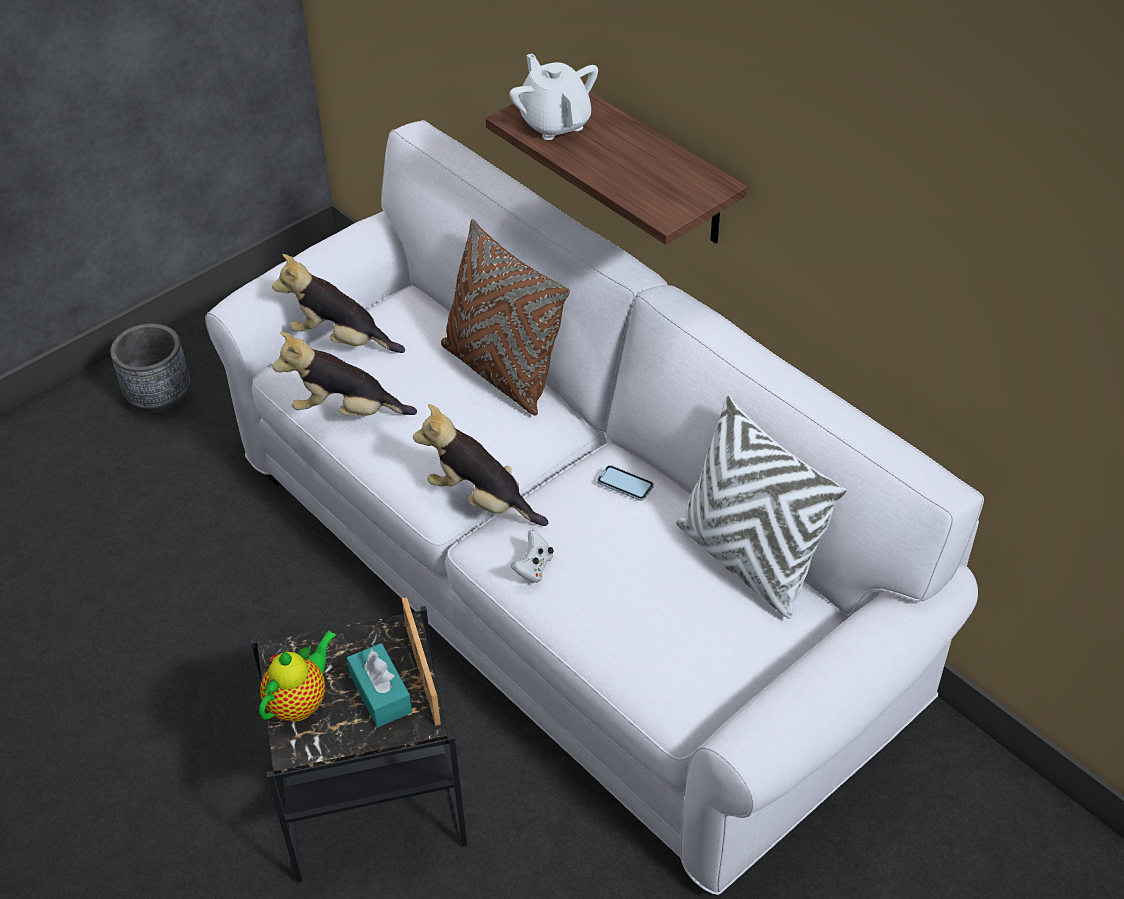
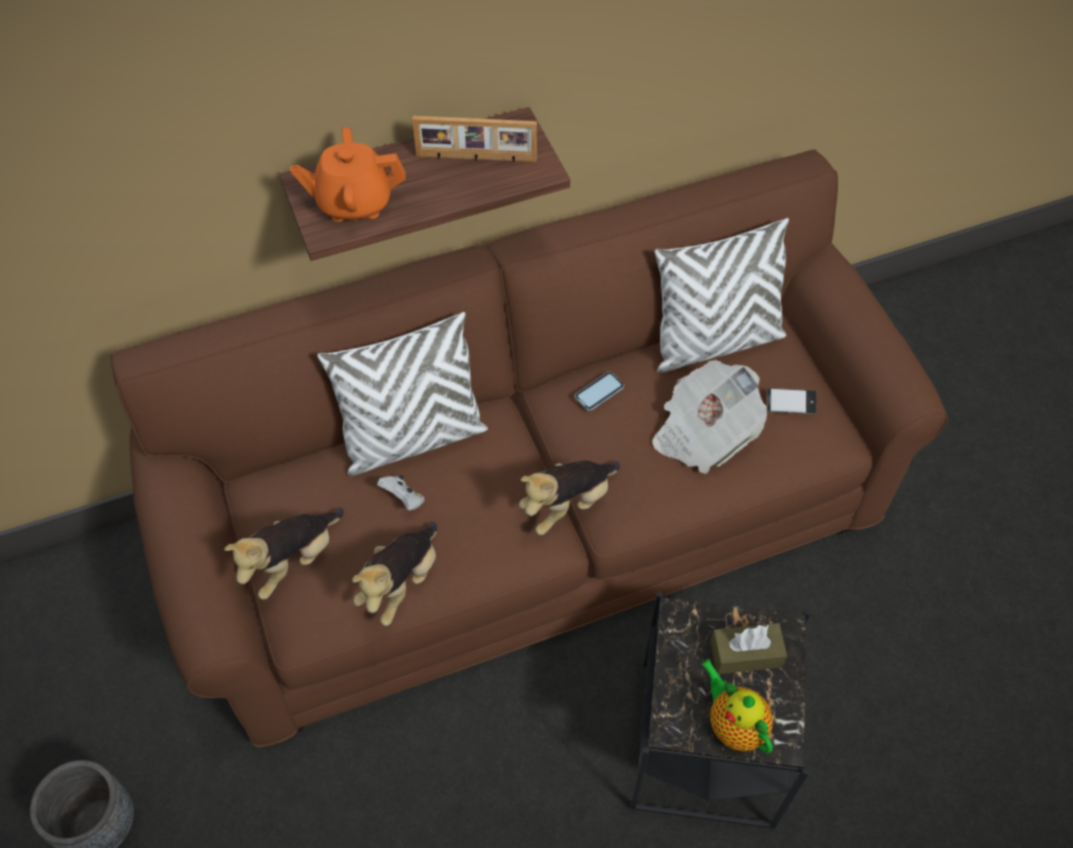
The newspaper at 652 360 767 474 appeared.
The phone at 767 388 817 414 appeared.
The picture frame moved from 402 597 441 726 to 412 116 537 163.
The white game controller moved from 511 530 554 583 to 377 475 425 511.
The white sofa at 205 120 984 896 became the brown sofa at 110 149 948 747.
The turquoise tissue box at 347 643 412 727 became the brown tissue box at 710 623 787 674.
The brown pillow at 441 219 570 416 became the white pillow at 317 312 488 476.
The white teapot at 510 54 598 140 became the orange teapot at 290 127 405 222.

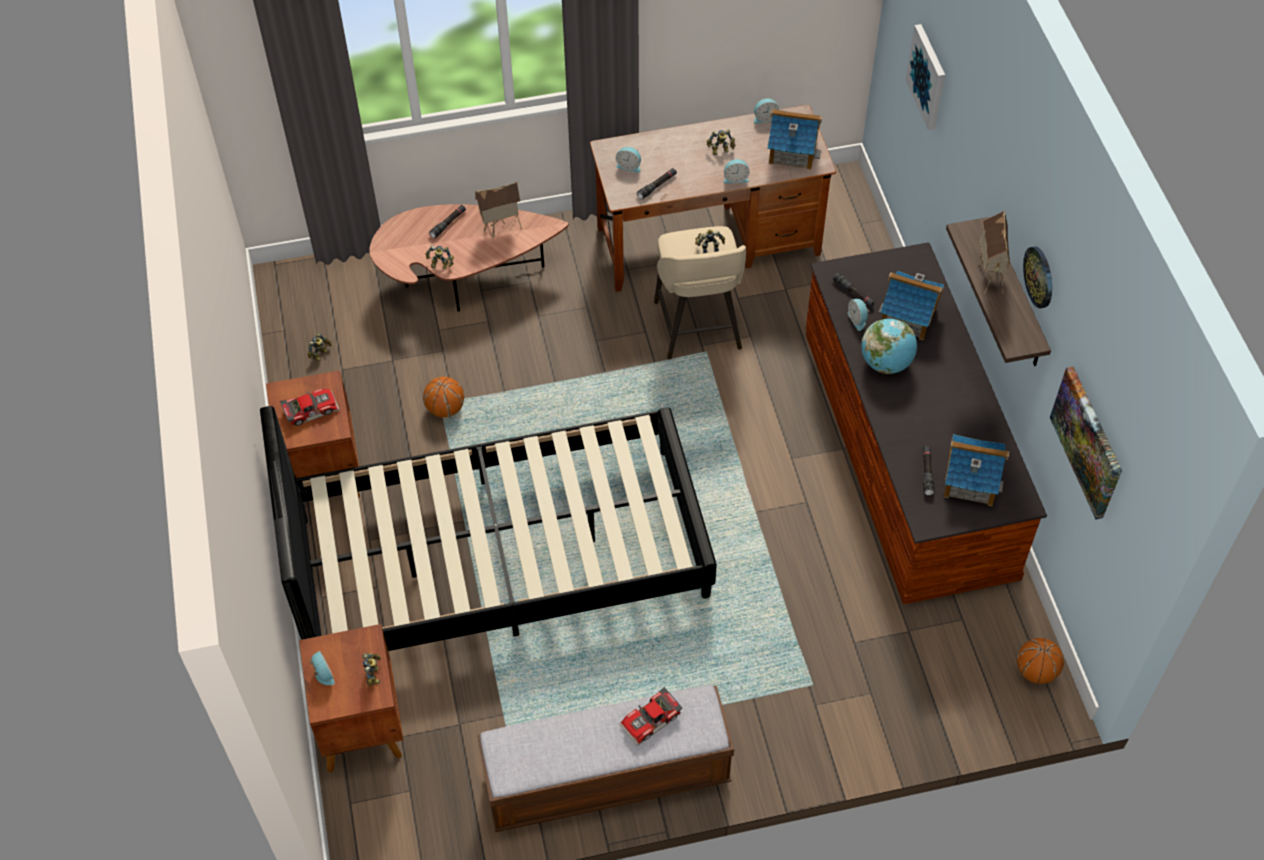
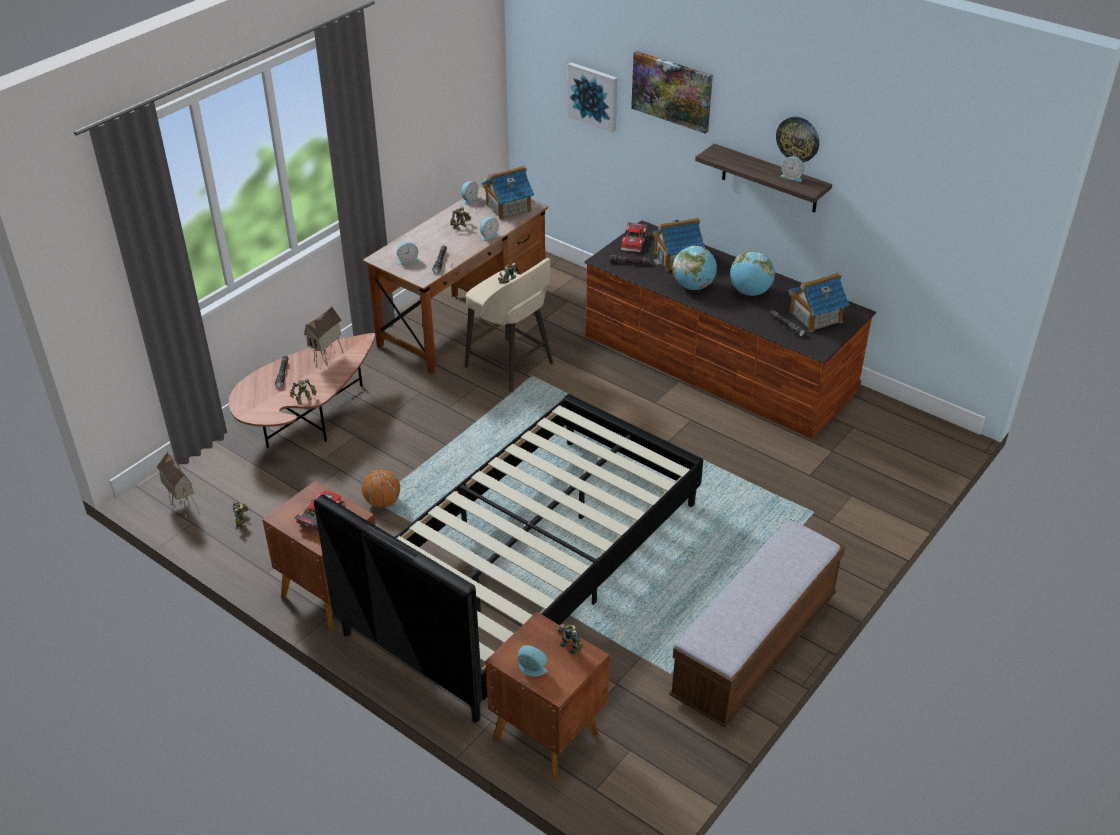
The basketball at 1017 638 1064 684 disappeared.
The globe at 730 251 775 296 appeared.
The toy car moved from 619 687 683 746 to 621 222 647 252.
The alarm clock moved from 847 299 869 331 to 780 156 804 182.
The toy house moved from 978 210 1010 294 to 156 451 199 518.
The picture moved from 1050 367 1122 520 to 631 51 713 134.

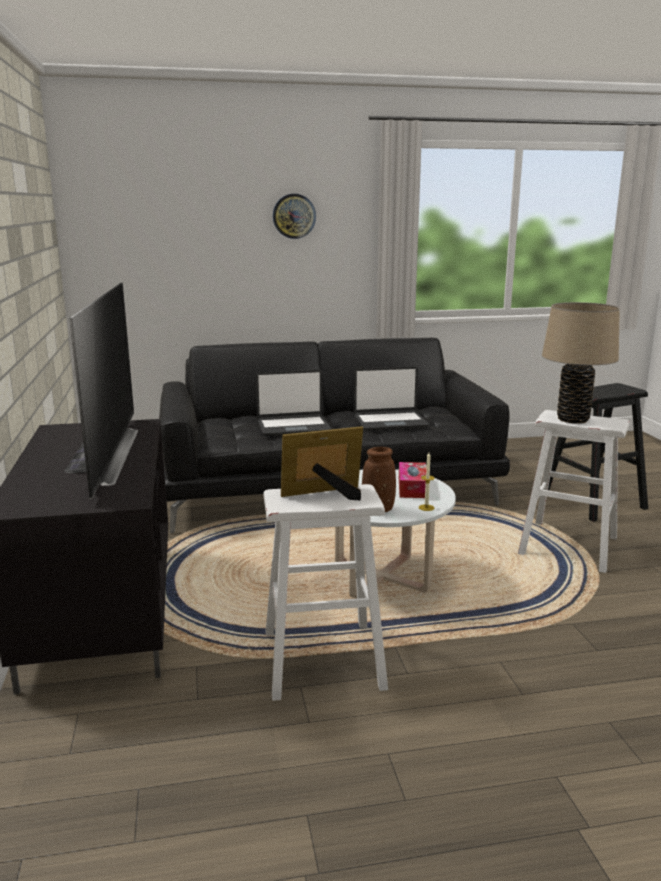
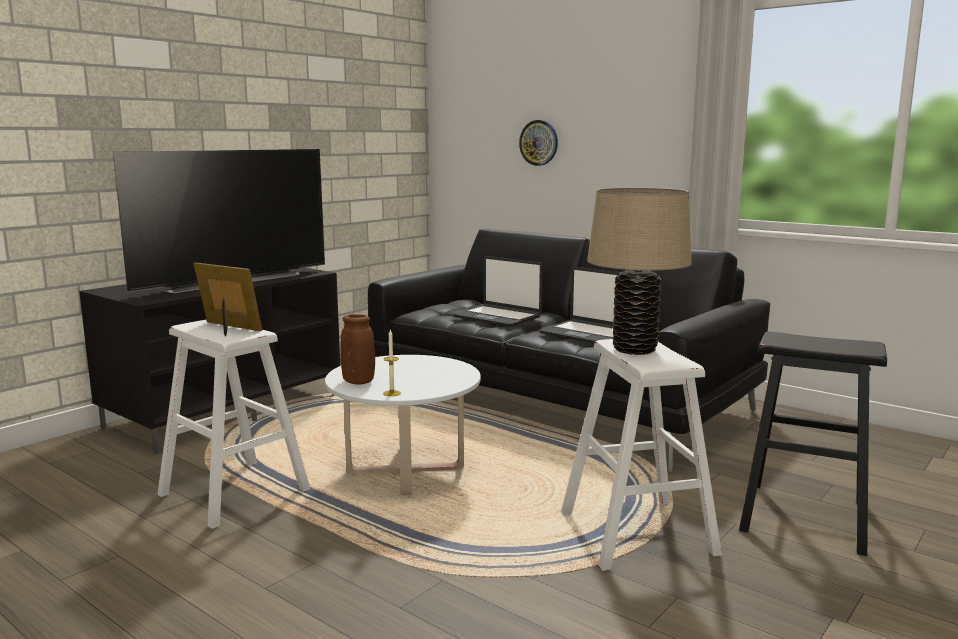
The tissue box at 399 462 427 498 disappeared.
The wall clock moved from 273 194 316 239 to 519 120 558 166.

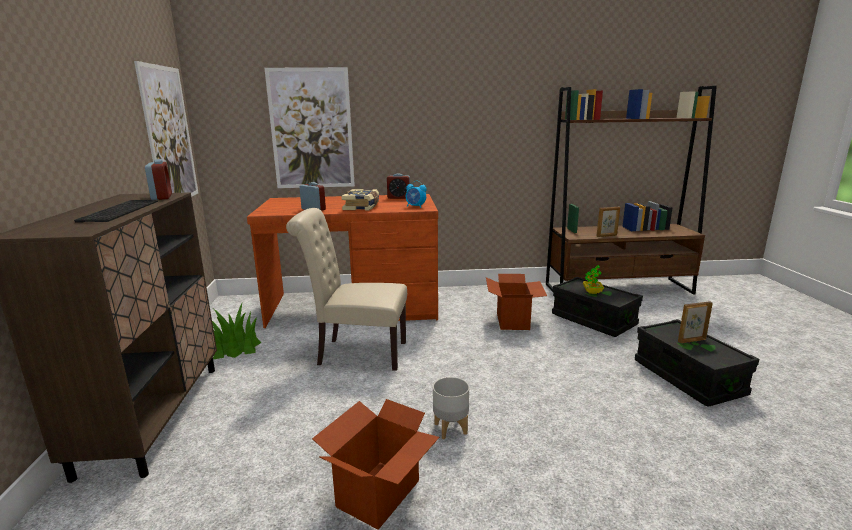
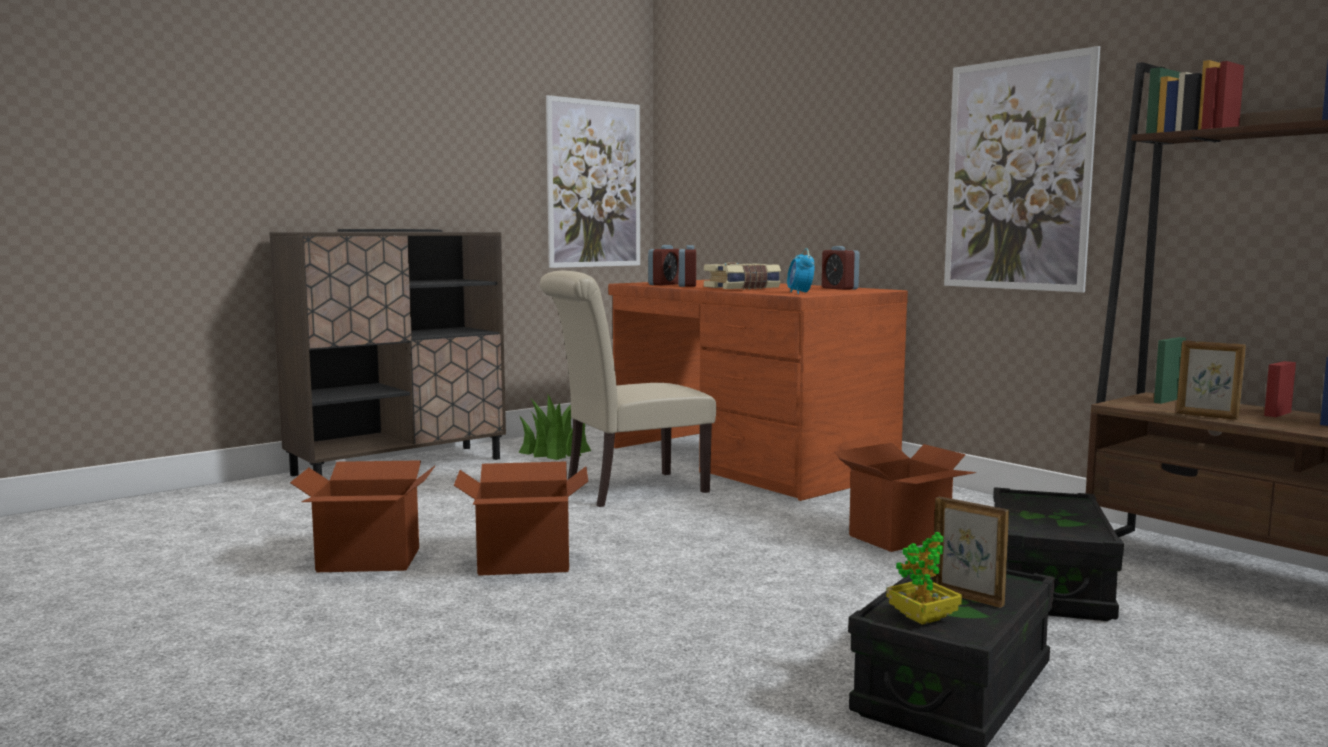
The alarm clock moved from 145 159 172 200 to 648 245 680 285.
The picture moved from 264 67 355 188 to 944 46 1100 292.
The potted plant moved from 583 265 604 294 to 886 532 962 625.
The grey planter at 433 377 469 439 was replaced by the cardboard box at 454 461 589 576.
The beige chair at 286 208 407 371 turned 90 degrees counterclockwise.

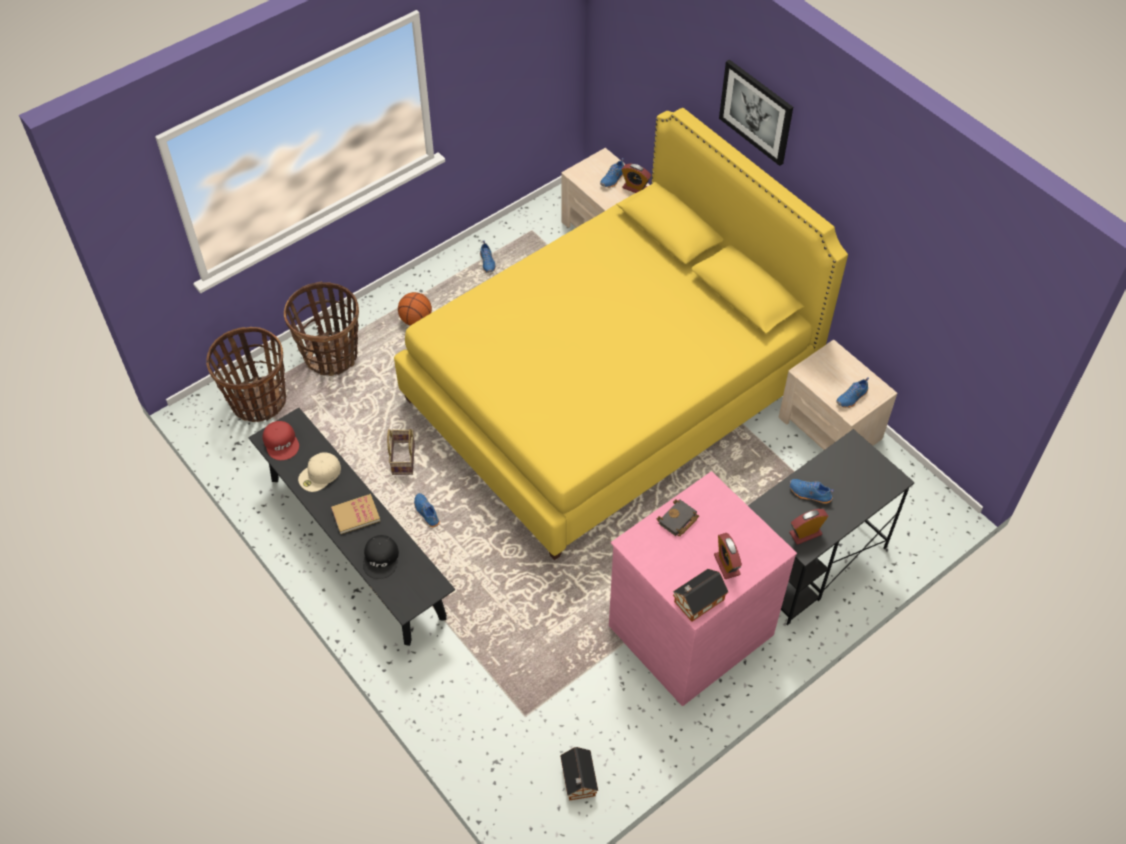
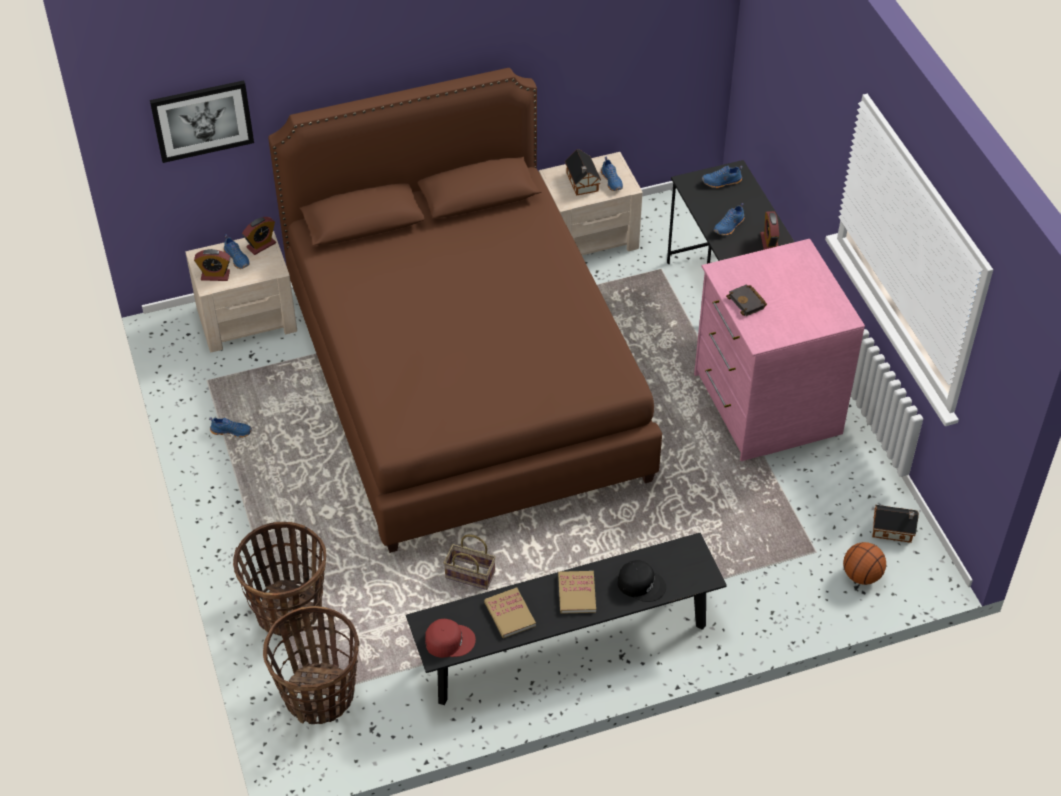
The basketball moved from 398 292 432 326 to 843 542 886 585.
The blue shoe moved from 414 493 440 527 to 702 166 743 188.
The toy house moved from 673 569 728 622 to 565 149 601 196.
The alarm clock moved from 714 533 742 579 to 194 249 231 281.
The picture moved from 719 59 793 166 to 150 80 254 163.
The beige cap at 298 452 341 492 was replaced by the book at 484 587 536 638.
The yellow bed at 394 108 848 560 became the brown bed at 268 68 662 553.

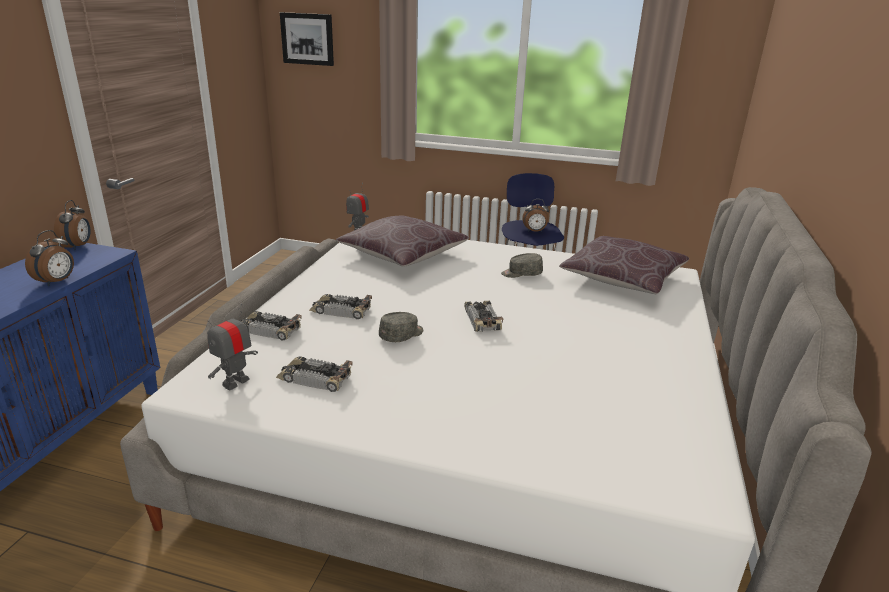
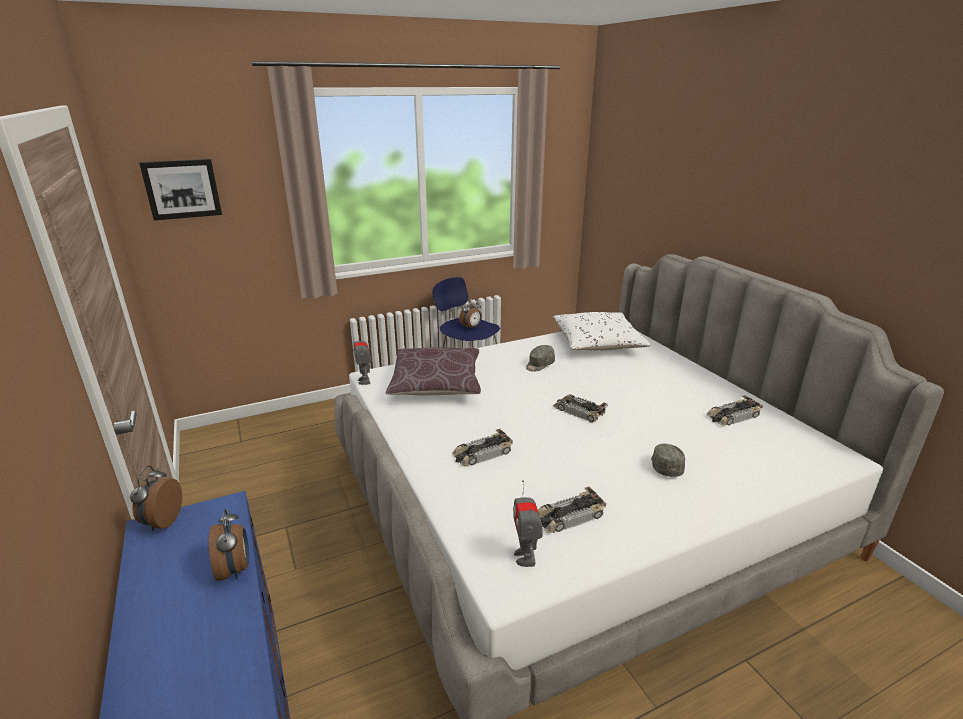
The toy car moved from 241 311 302 340 to 706 395 763 426.
The grey cap moved from 379 312 423 342 to 651 444 685 477.
The brown pillow at 559 236 689 294 became the white pillow at 553 312 650 351.
The alarm clock at 54 200 91 250 turned 135 degrees counterclockwise.

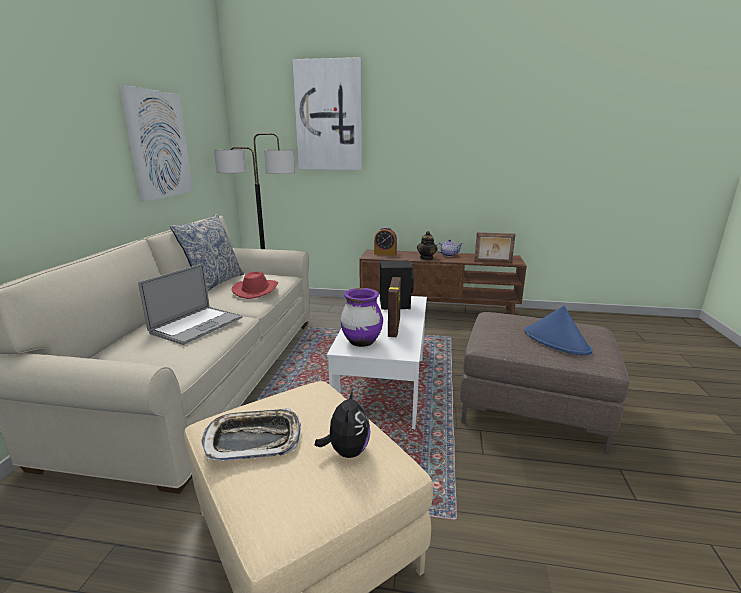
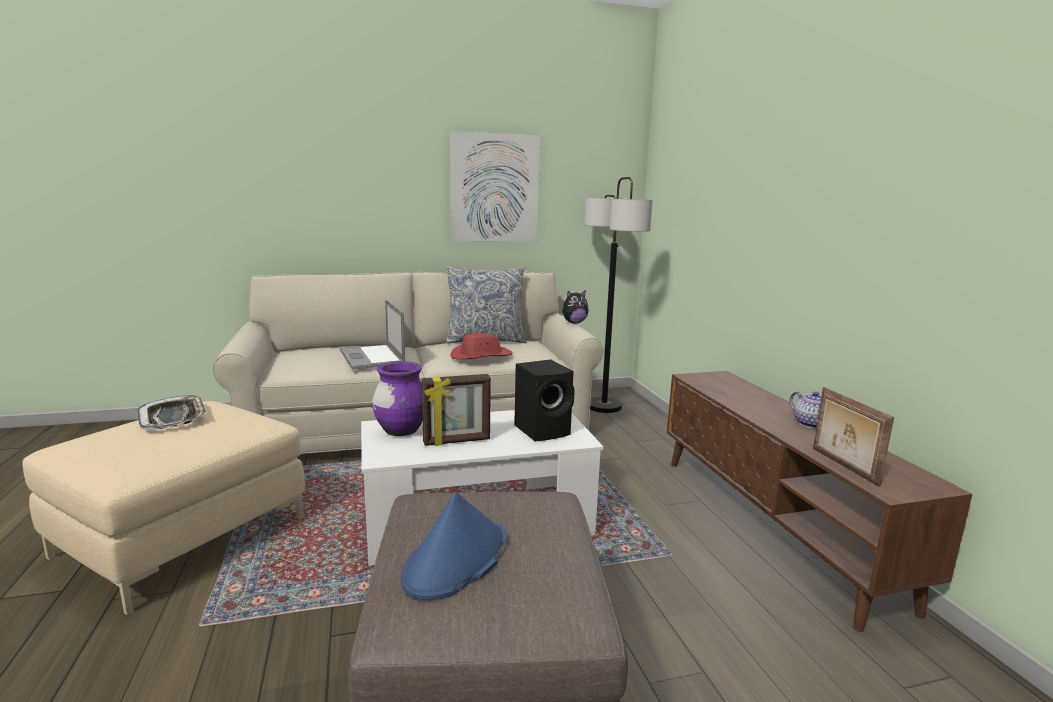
The picture at 293 57 362 170 disappeared.
The alarm clock at 374 227 397 256 disappeared.
The teapot at 417 231 438 260 disappeared.
The plush toy moved from 315 389 371 458 to 562 290 589 323.
The laptop at 138 263 243 345 turned 60 degrees clockwise.

